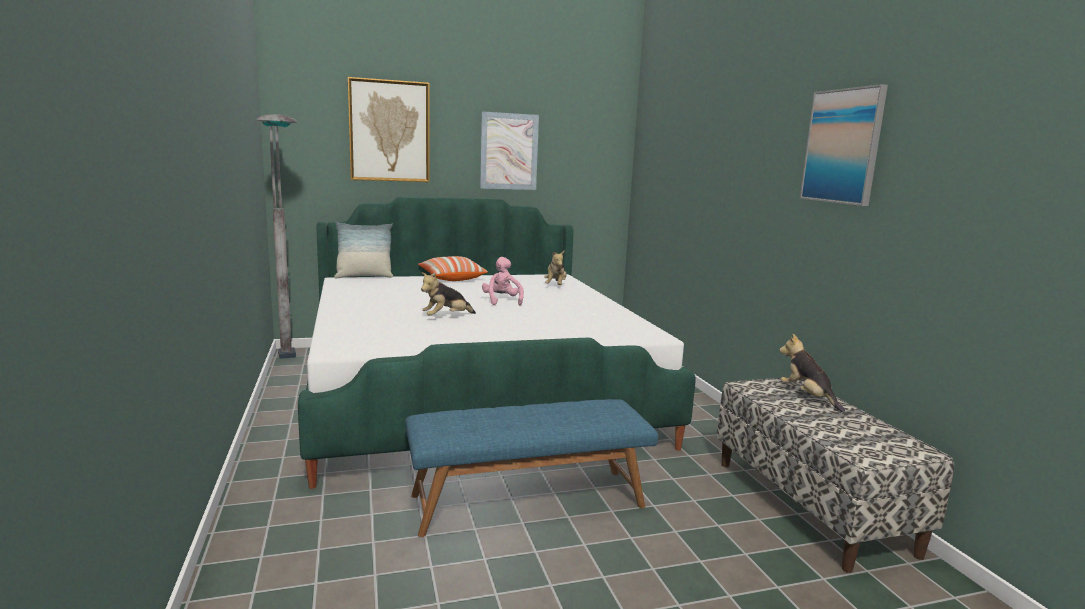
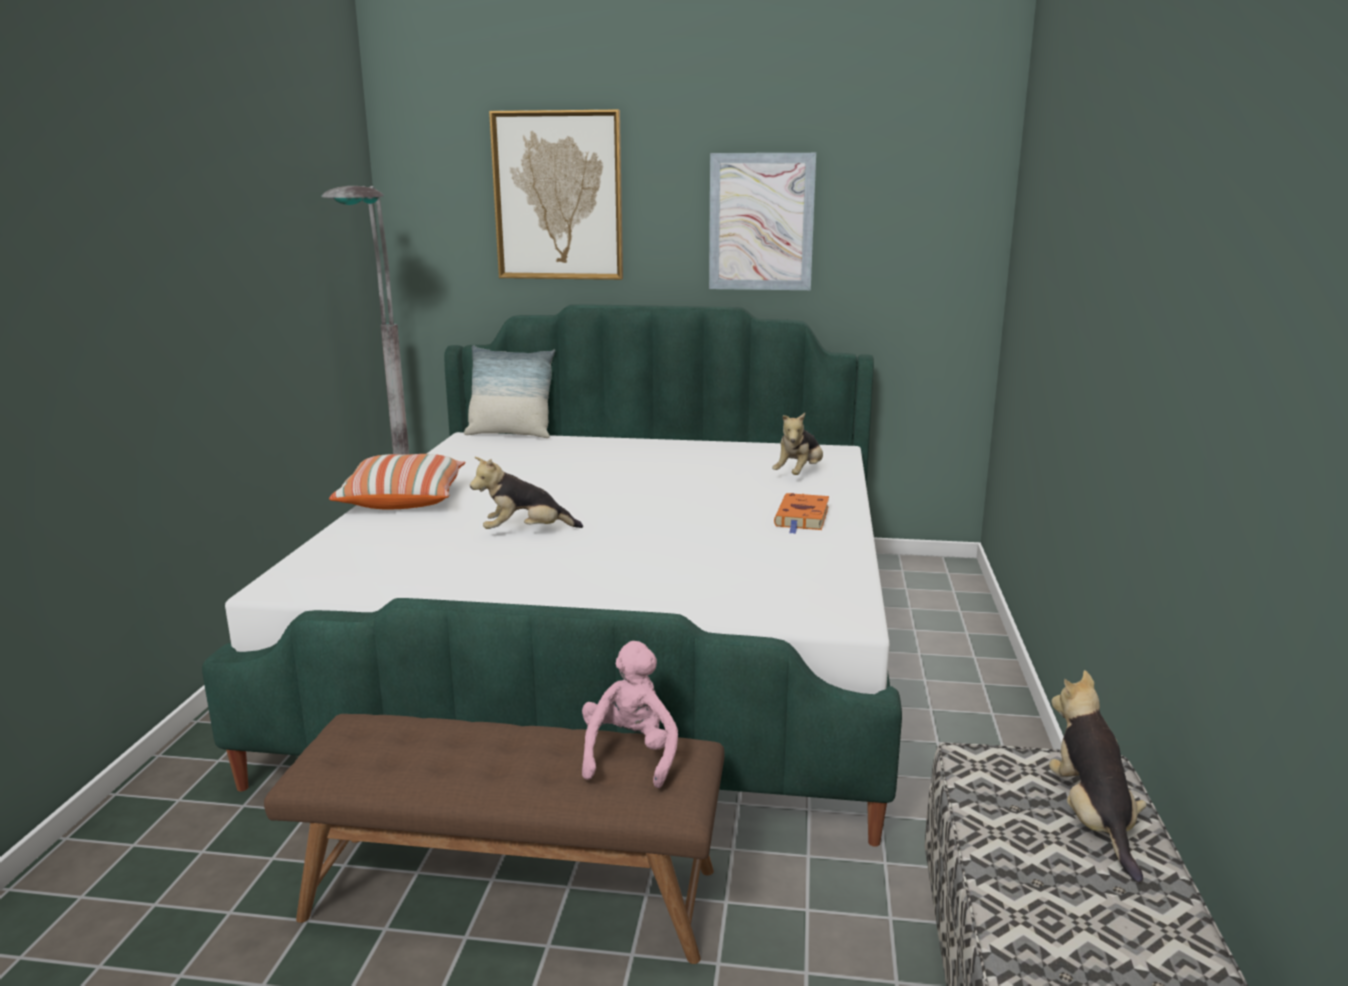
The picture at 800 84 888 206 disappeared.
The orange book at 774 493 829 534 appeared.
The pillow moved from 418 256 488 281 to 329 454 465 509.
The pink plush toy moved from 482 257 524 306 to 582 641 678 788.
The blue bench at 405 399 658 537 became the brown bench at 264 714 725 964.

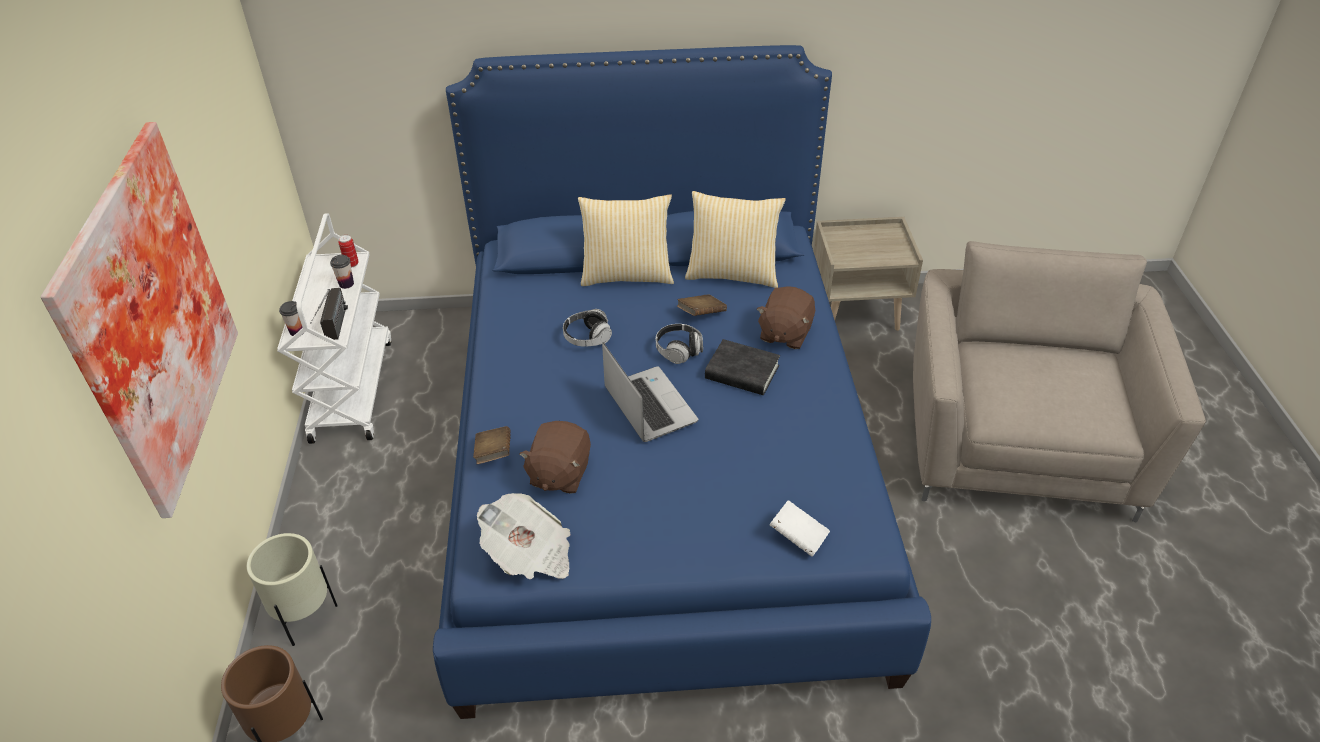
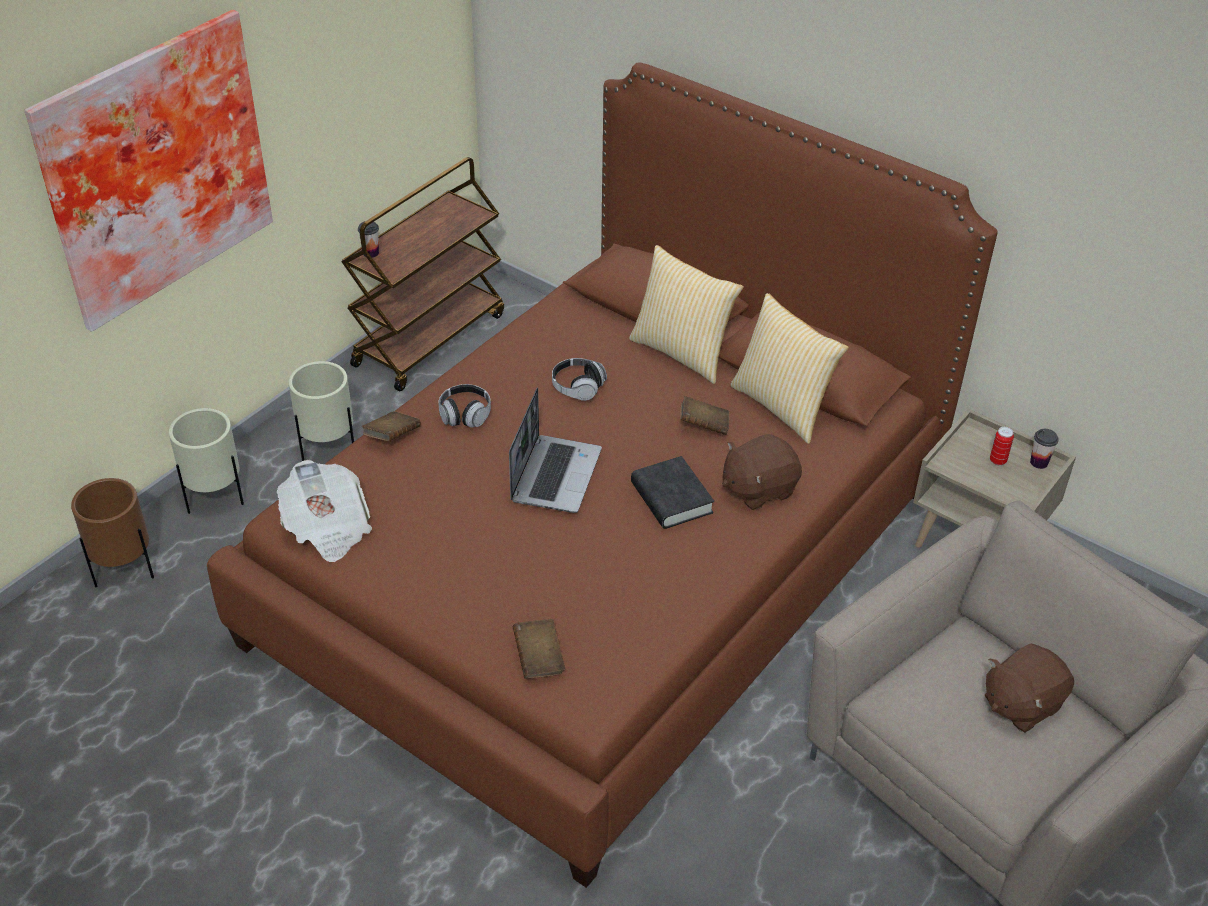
The radio at 310 288 348 340 disappeared.
The beige planter at 289 361 354 461 appeared.
The cup moved from 330 255 354 289 to 1030 429 1059 469.
The can moved from 339 235 359 268 to 990 427 1014 465.
The brown plush toy moved from 519 421 591 494 to 985 643 1074 733.
The headphones moved from 656 324 703 364 to 438 384 491 428.
The white cart at 277 213 391 444 became the brown cart at 341 157 504 391.
The blue bed at 433 45 931 719 became the brown bed at 207 62 998 888.
The white book at 770 500 830 557 became the brown book at 513 619 565 679.

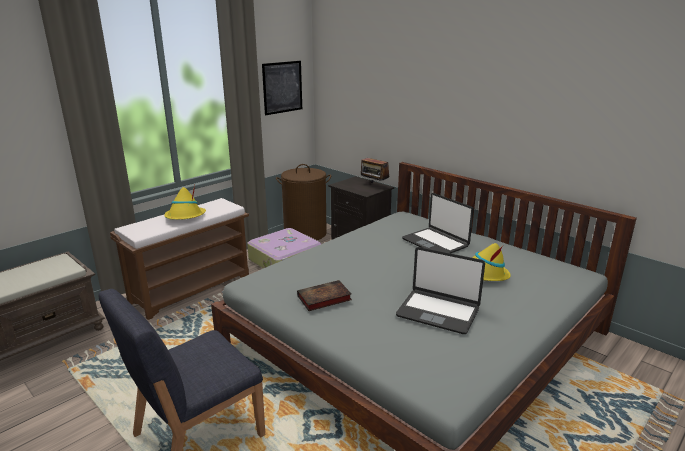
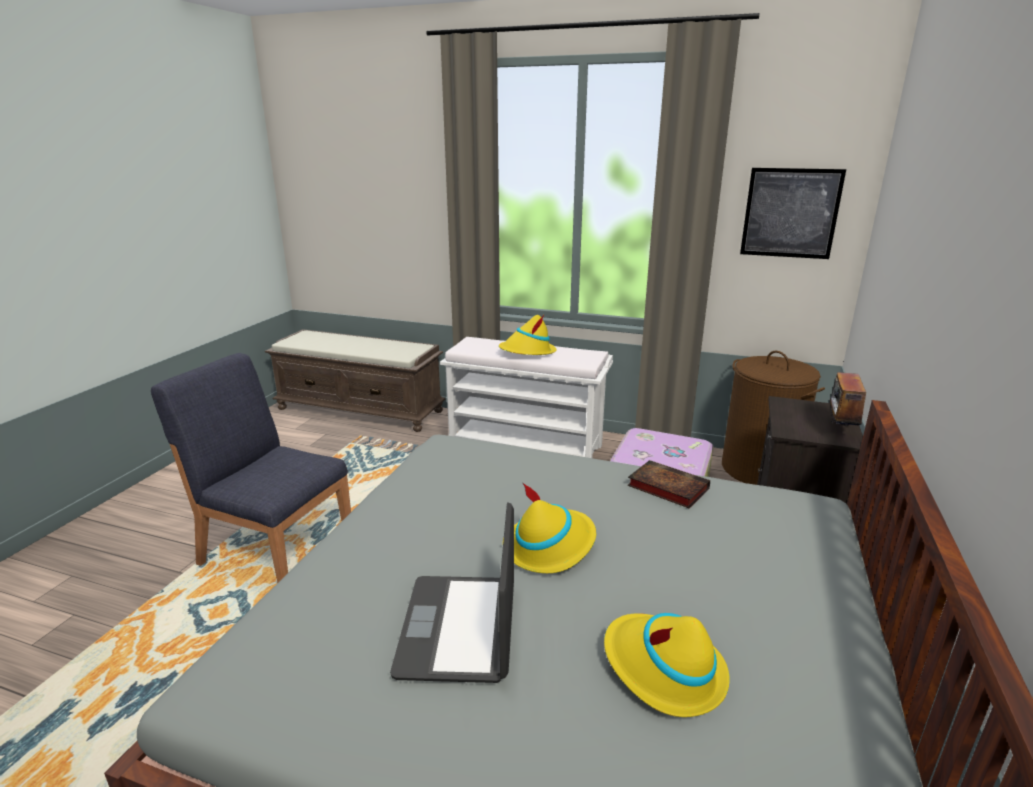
The laptop at 402 193 474 253 disappeared.
The yellow hat at 503 482 596 573 appeared.
The book moved from 297 280 352 311 to 627 460 710 508.
The brown bench at 110 198 249 320 became the white bench at 440 337 613 458.

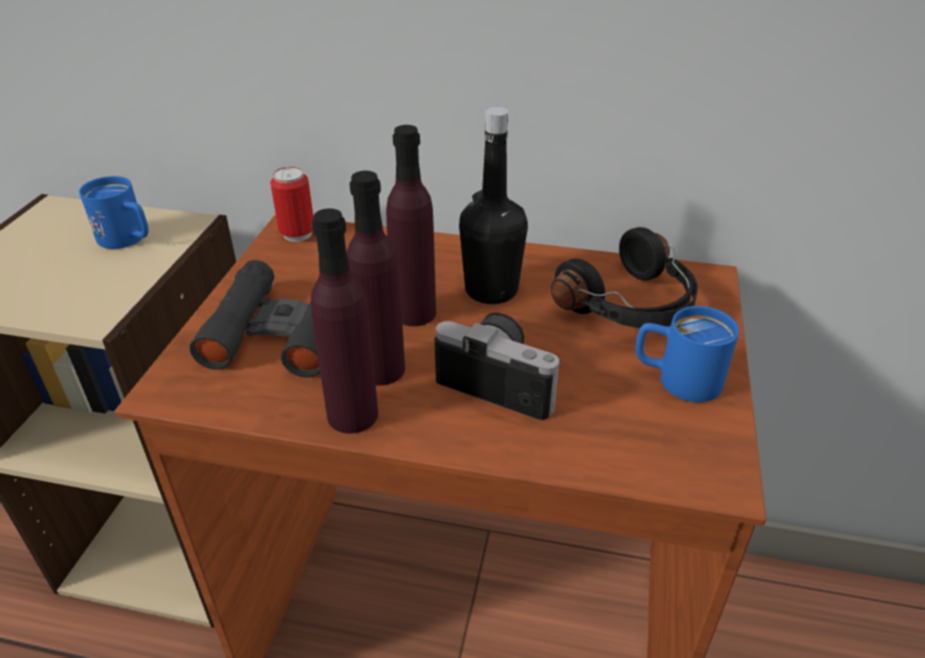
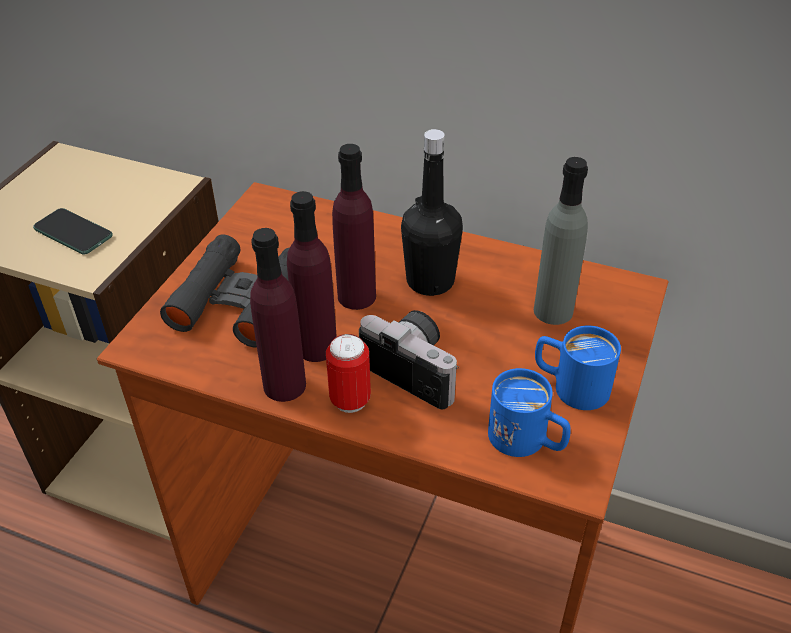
The phone at 33 208 113 255 appeared.
The blue mug moved from 79 176 149 249 to 488 368 571 457.
The can moved from 270 167 314 242 to 326 334 371 413.
The black headphones at 551 227 698 328 was replaced by the grey bottle at 534 157 588 325.

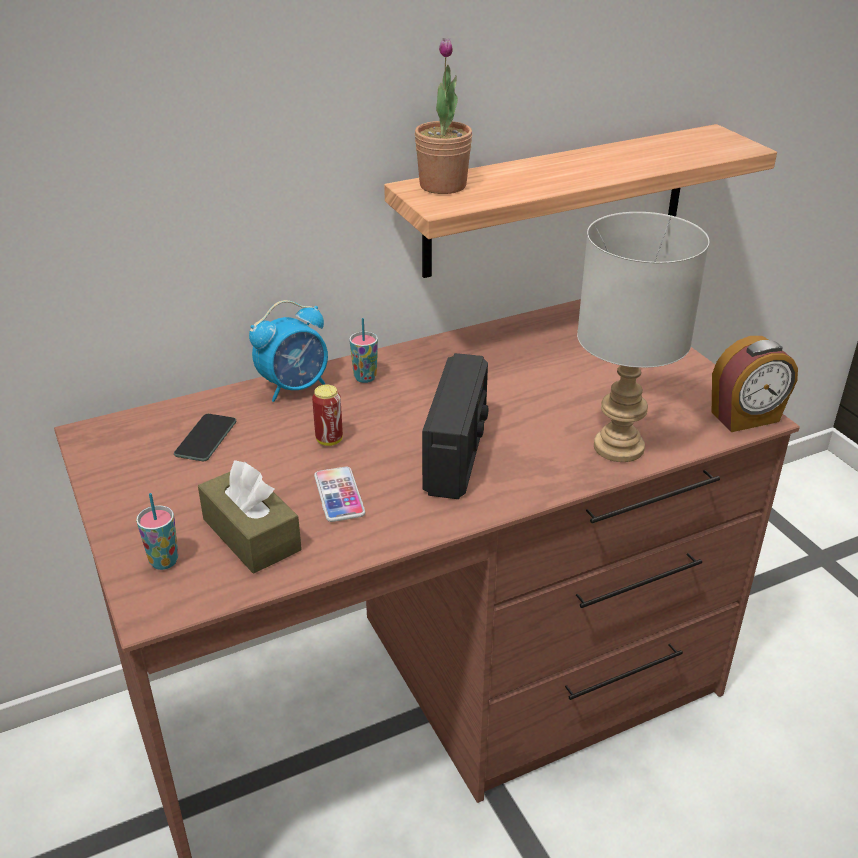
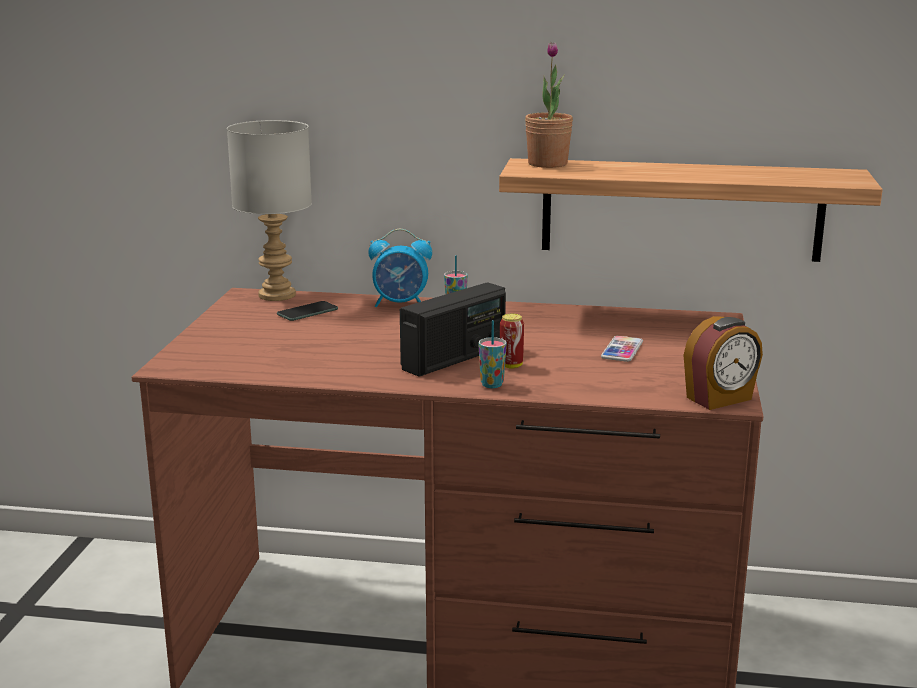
The brown tissue box at 198 460 302 574 disappeared.
The cup moved from 136 493 179 570 to 478 320 507 388.
The can moved from 312 385 343 446 to 500 313 524 369.
The phone moved from 314 467 365 522 to 601 336 643 362.
The grey table lamp moved from 577 212 709 462 to 227 120 312 301.
The alarm clock at 712 336 798 432 turned 45 degrees counterclockwise.

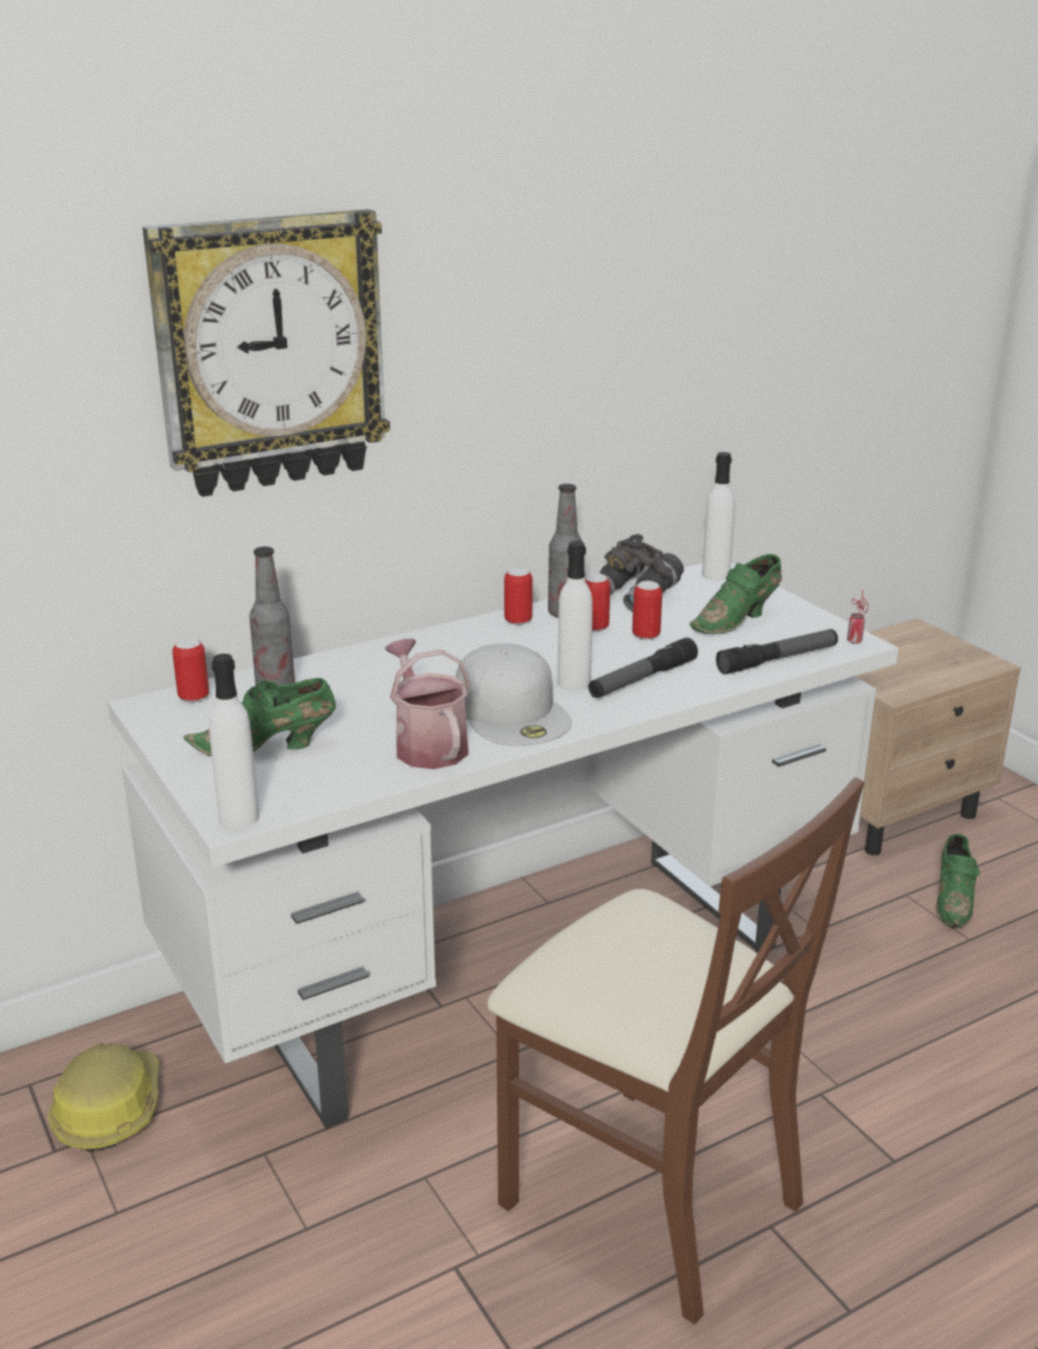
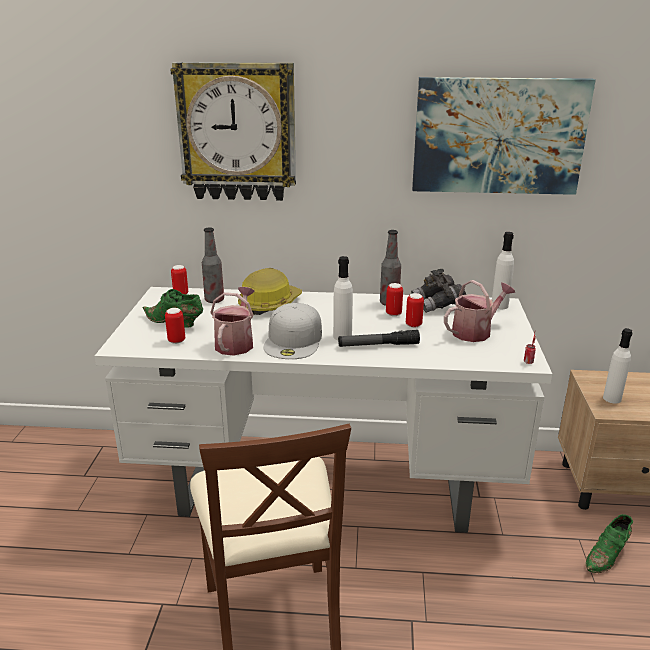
The flashlight at 716 629 838 674 disappeared.
The picture at 412 77 596 195 appeared.
The hard hat moved from 47 1043 159 1152 to 238 268 302 315.
The white bottle moved from 209 654 259 829 to 603 328 632 404.
The can moved from 504 567 533 625 to 165 308 185 344.
The green shoe at 690 554 782 634 was replaced by the watering can at 444 280 515 342.

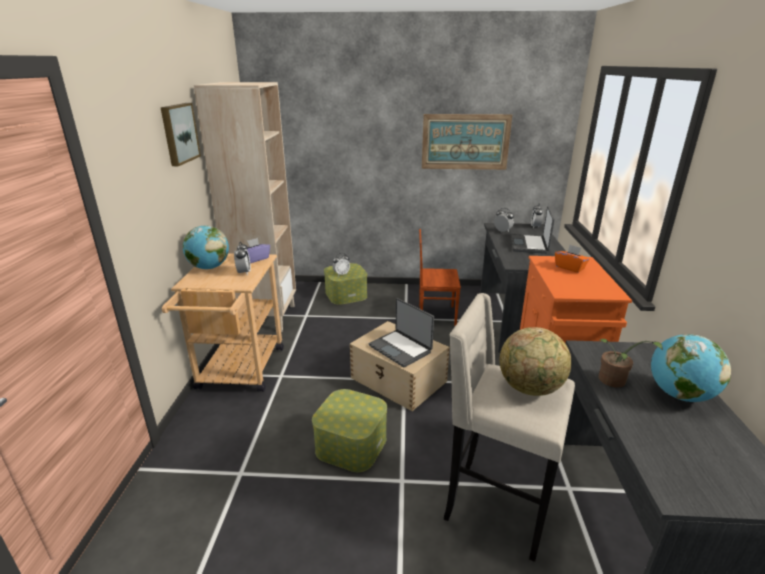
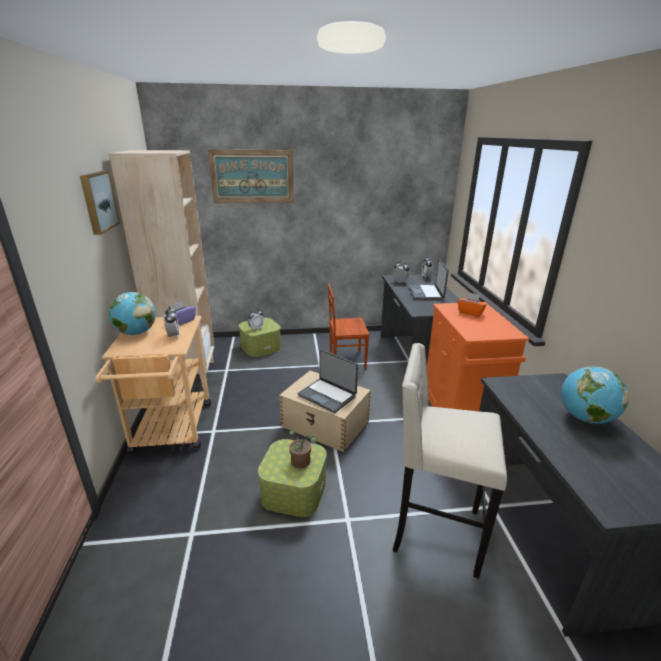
The globe at 500 327 571 396 disappeared.
The picture moved from 422 114 512 170 to 208 150 294 203.
The potted plant moved from 599 339 663 388 to 289 431 317 469.

